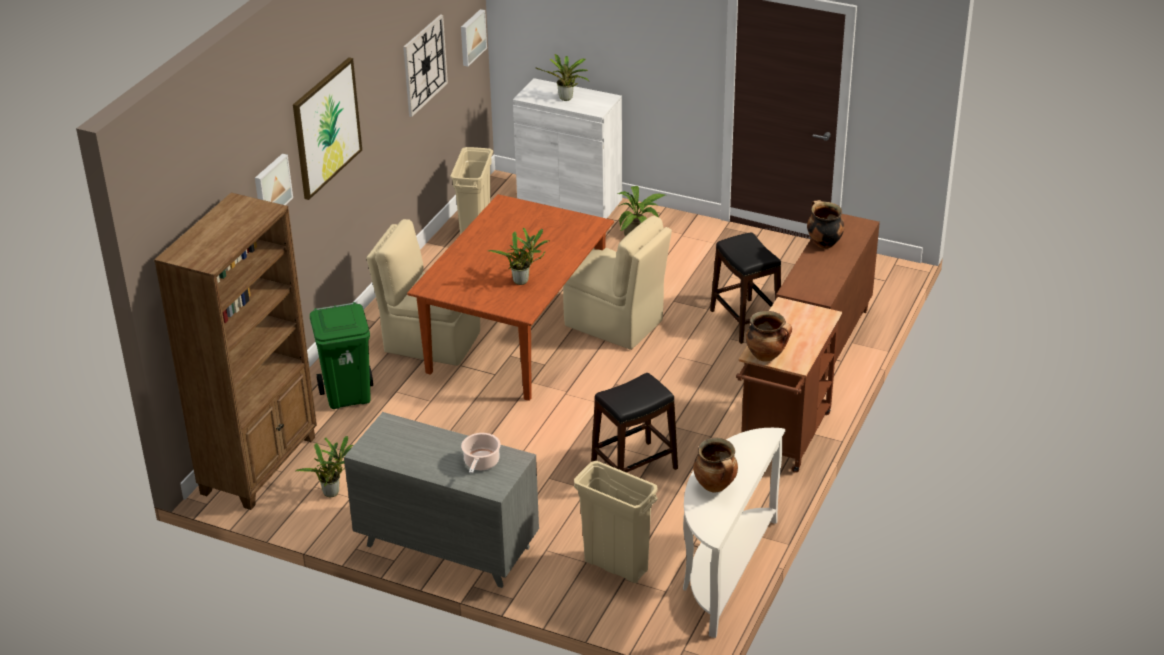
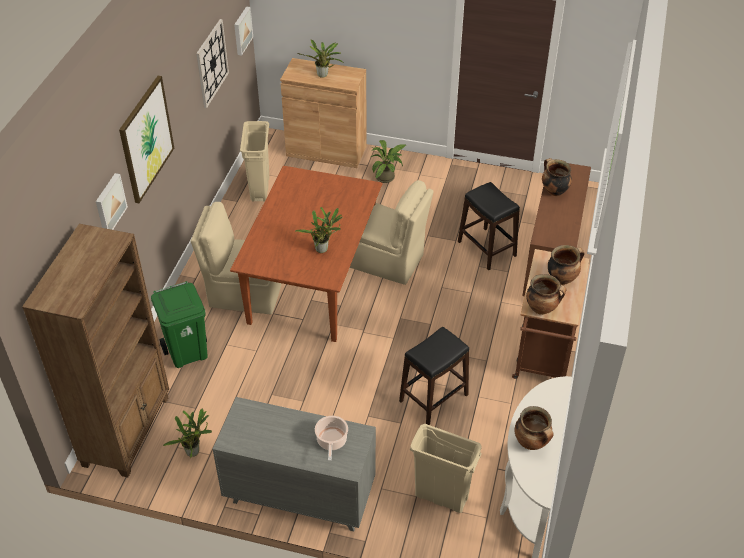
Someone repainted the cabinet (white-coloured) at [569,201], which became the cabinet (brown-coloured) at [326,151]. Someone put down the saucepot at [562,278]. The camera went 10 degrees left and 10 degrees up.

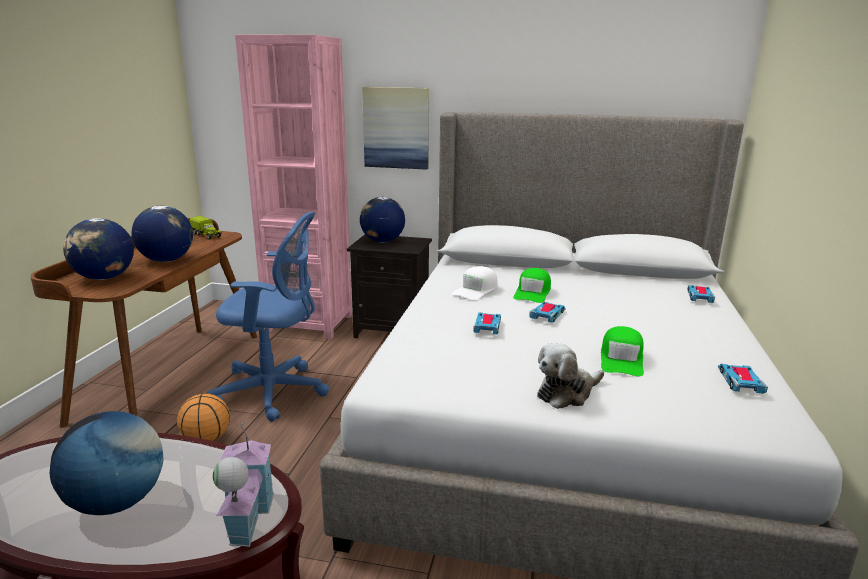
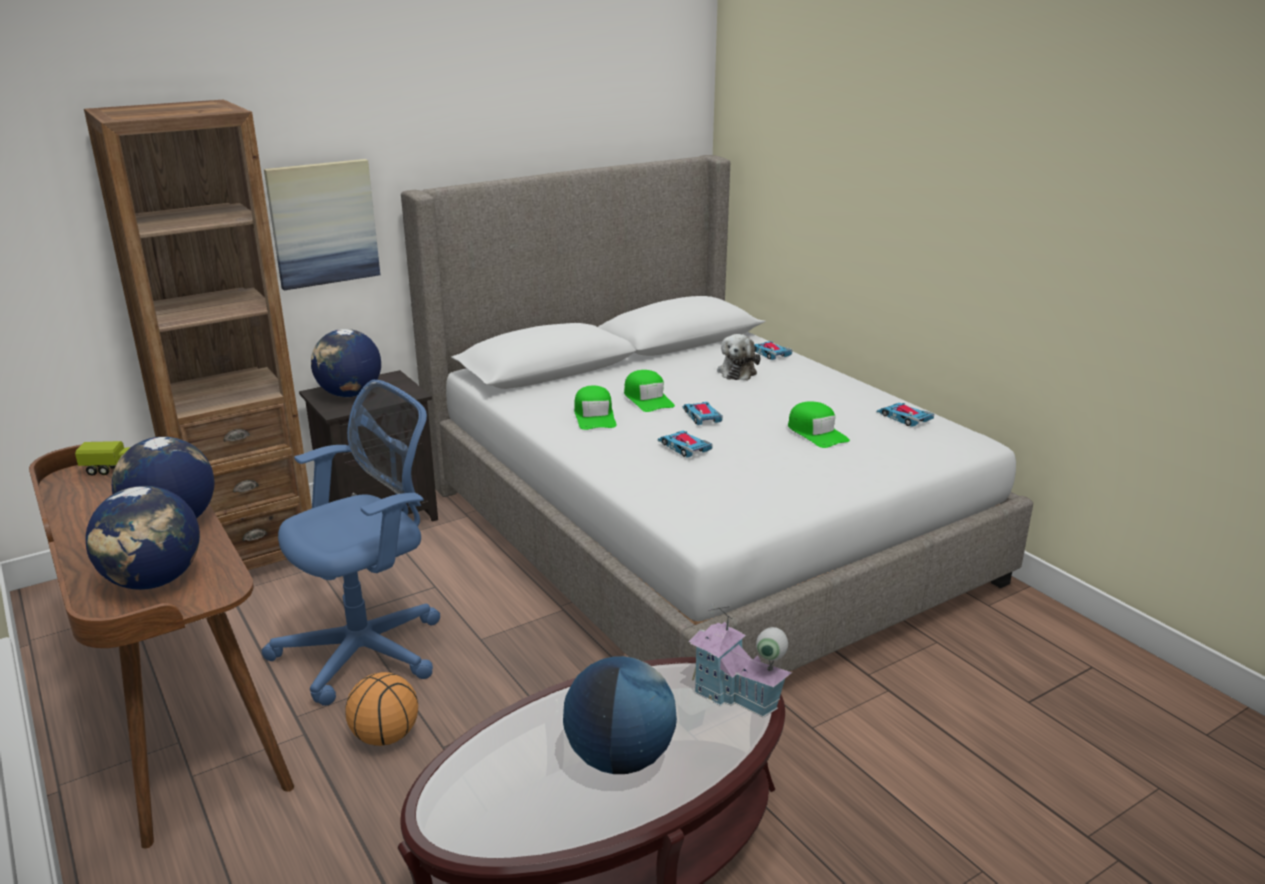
Someone repainted the shelving unit (pink) at [309,323], which became the shelving unit (brown-coloured) at [249,555]. Someone repainted the baseball cap (white-coloured) at [476,290], which became the baseball cap (greenish) at [594,416]. Someone carried the cuddly toy from [567,393] to [737,371]. The camera went 45 degrees left and 5 degrees up.

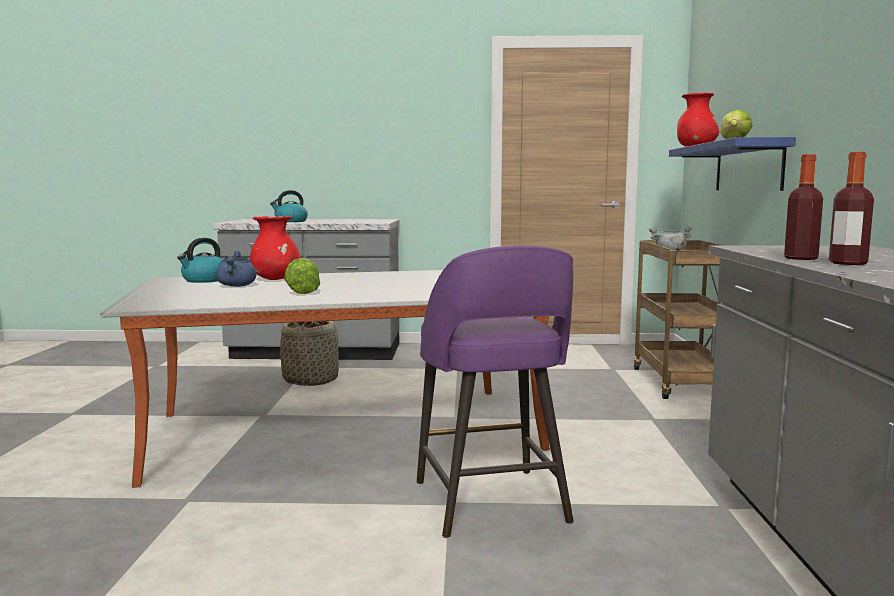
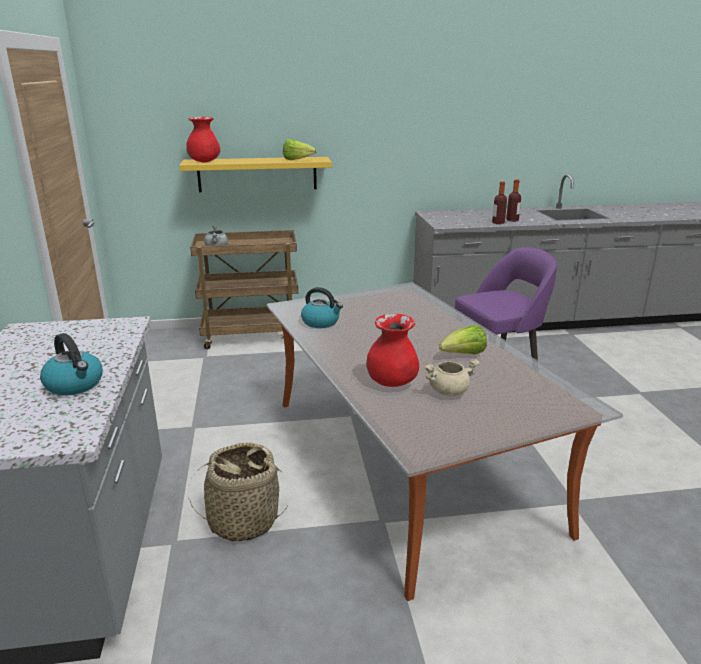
Someone repainted the shelf (blue) at [748,167], which became the shelf (yellow-coloured) at [257,174]. Someone carried the water kettle from [204,280] to [321,322]. Someone repainted the saucepot (blue) at [237,286], which became the saucepot (beige) at [448,391]. The camera went 100 degrees left and 15 degrees up.

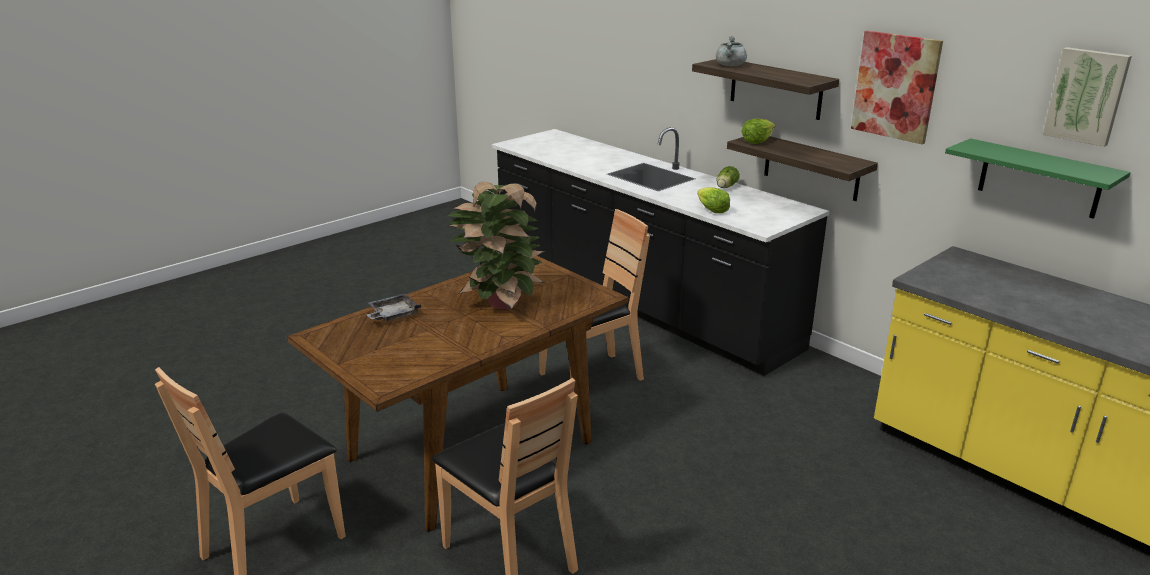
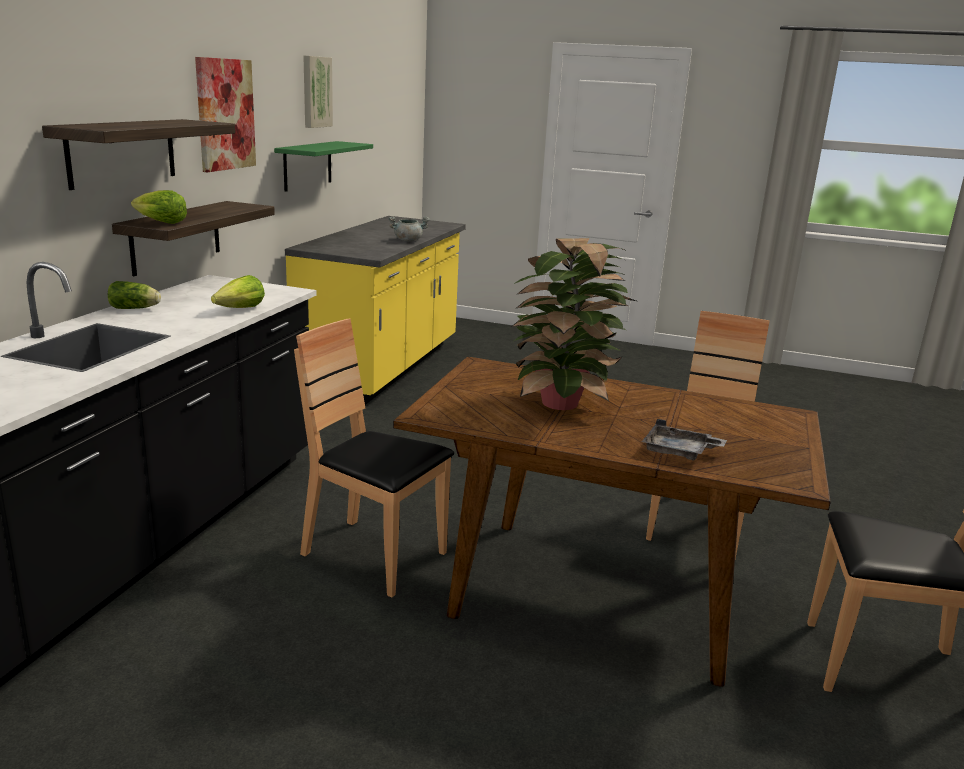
Someone carried the saucepot (greyish) from [730,65] to [408,240]. The camera went 120 degrees left and 5 degrees down.

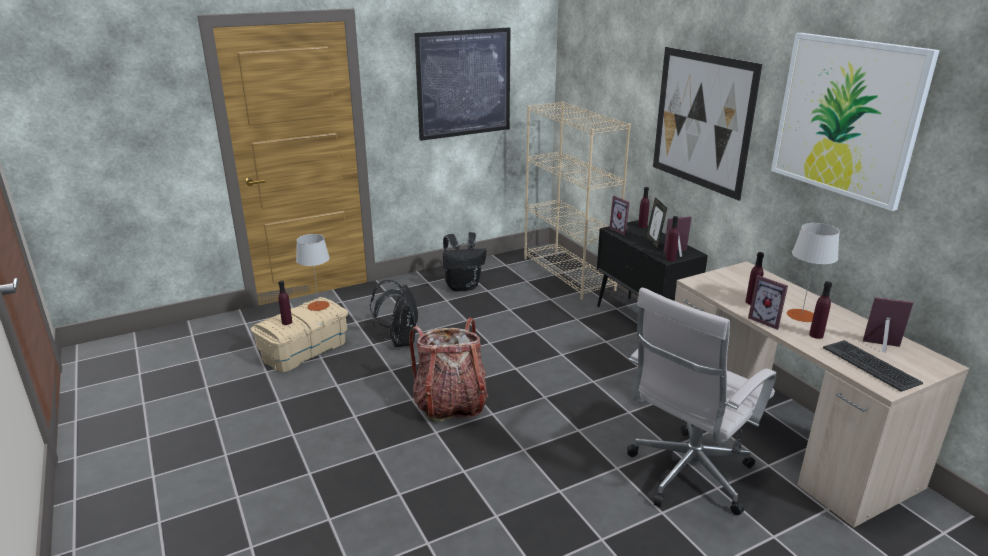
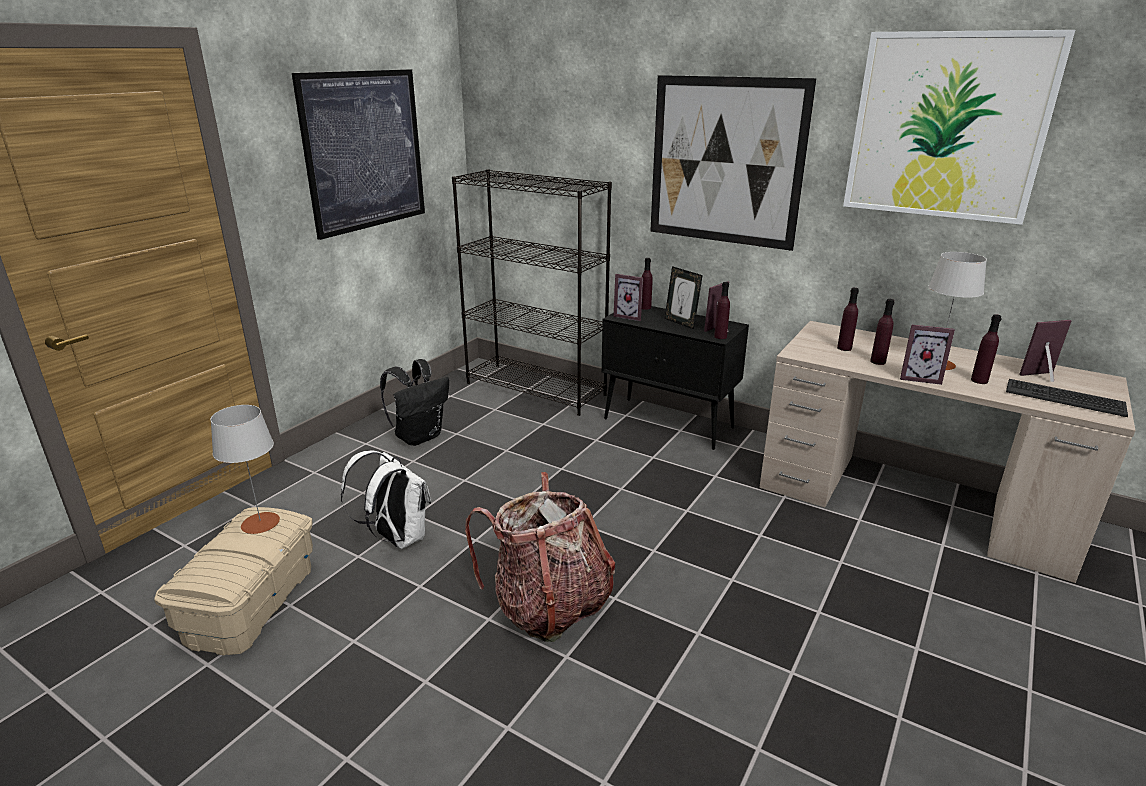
Someone repainted the shelving unit (beige) at [569,274], which became the shelving unit (black-coloured) at [536,389]. Someone repainted the backpack (black-coloured) at [400,341], which became the backpack (white-coloured) at [396,538]. Someone carried the bottle (purplish) from [287,322] to [844,348]. Someone took away the office chair (white-coloured) at [687,476]. The camera went 30 degrees left and 0 degrees up.

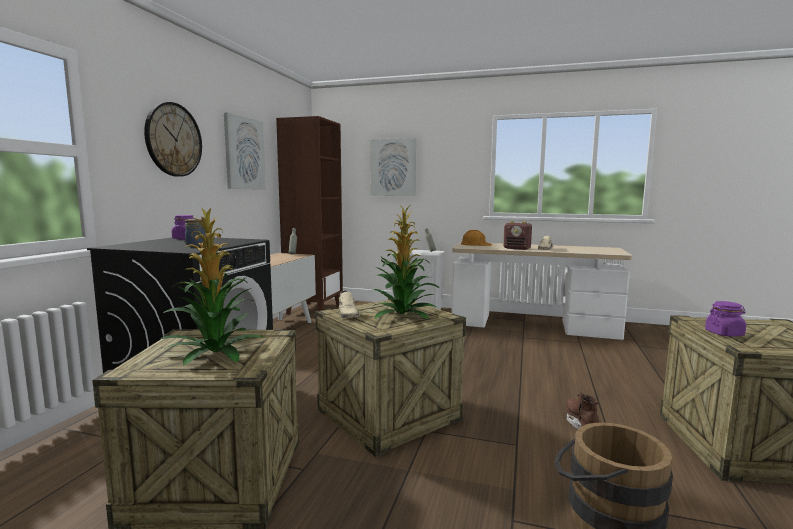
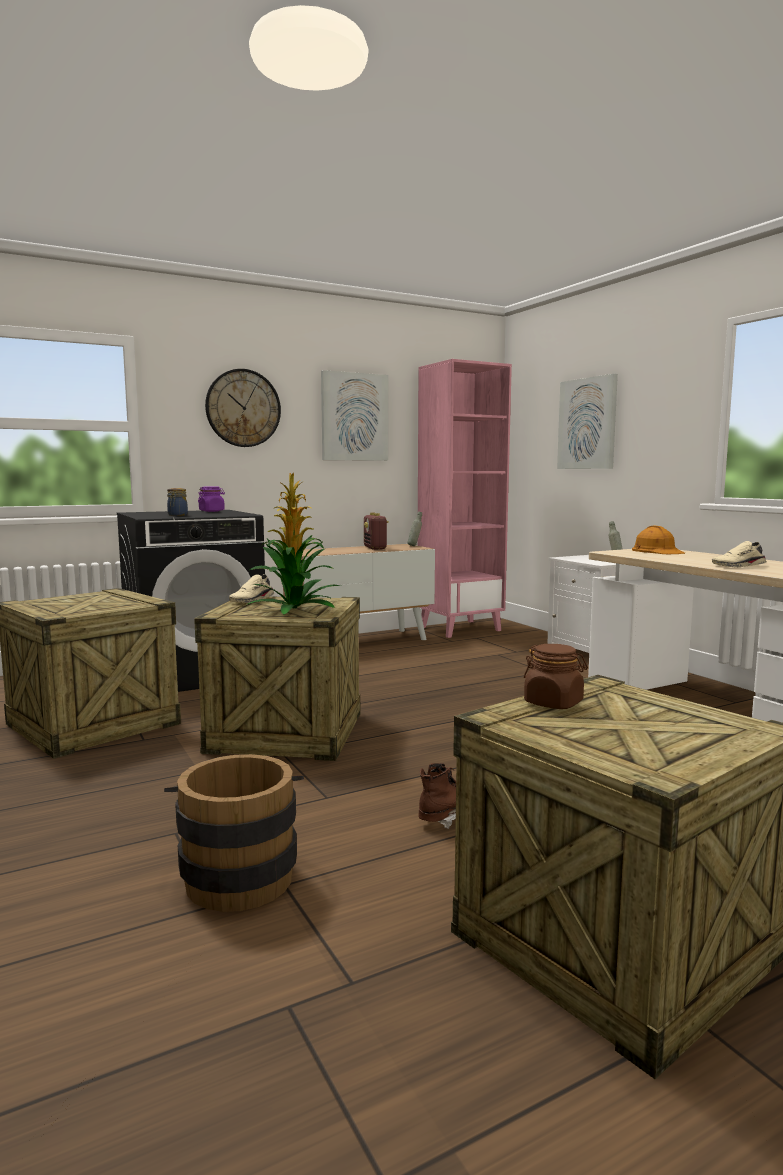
Someone repainted the shelving unit (brown-coloured) at [314,310], which became the shelving unit (pink) at [460,629]. Someone took away the plant in a pot at [214,351]. Someone carried the radio receiver from [517,248] to [375,548]. Someone repainted the storage jar (purplish) at [724,333], which became the storage jar (brown-coloured) at [553,703]. The camera went 45 degrees right and 0 degrees up.

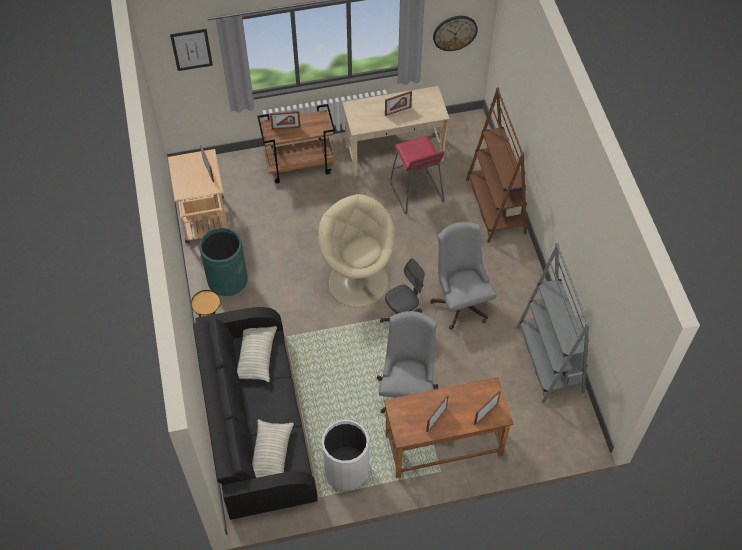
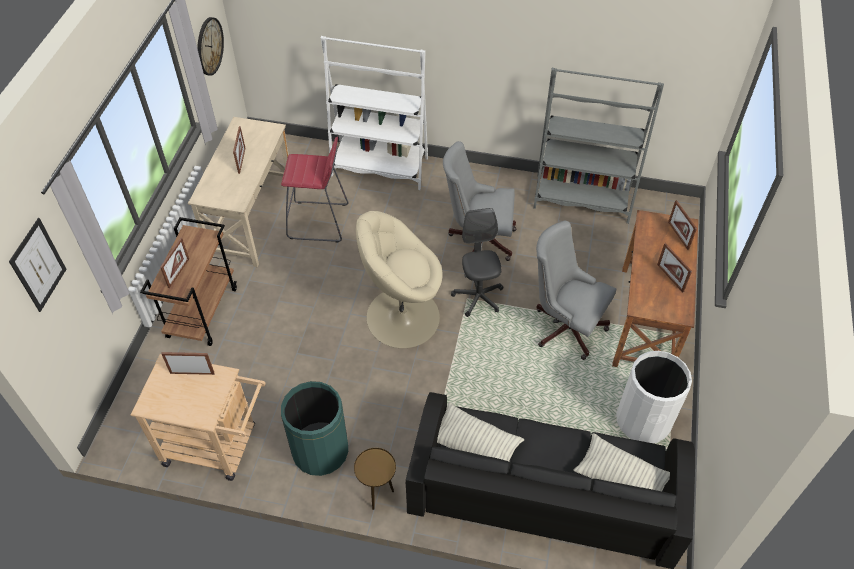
Someone repainted the shelving unit (brown-coloured) at [495,206], which became the shelving unit (white-coloured) at [380,167]. The camera went 65 degrees left and 5 degrees down.

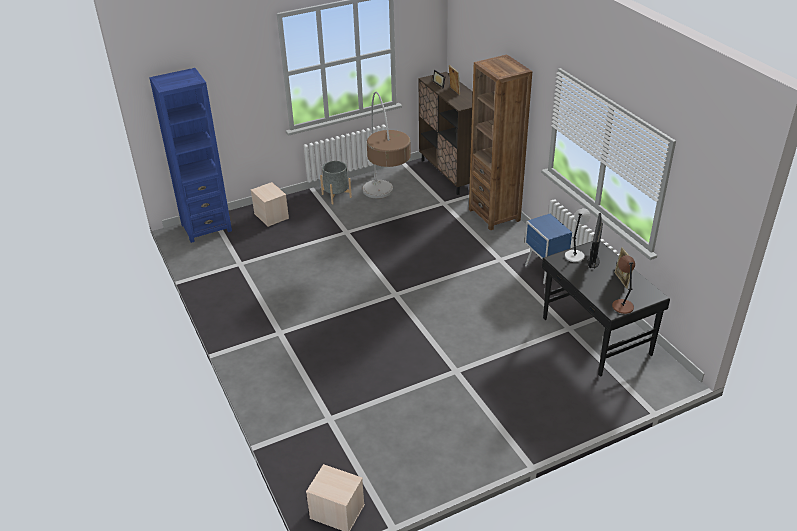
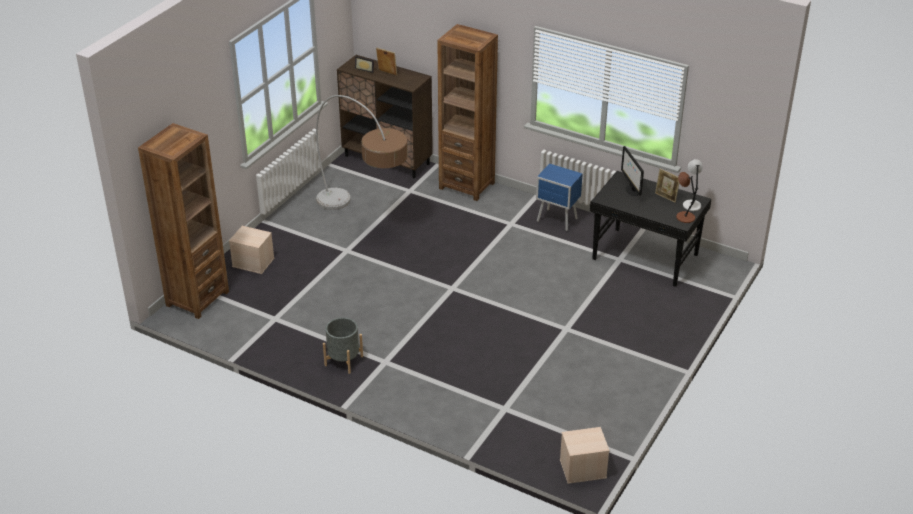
Someone repainted the shelving unit (blue) at [206,227], which became the shelving unit (brown-coloured) at [197,298]. Someone carried the planter (greyish) from [336,196] to [343,360]. Someone carried the table lamp (greyish) from [575,255] to [691,205]. The camera went 35 degrees left and 0 degrees up.

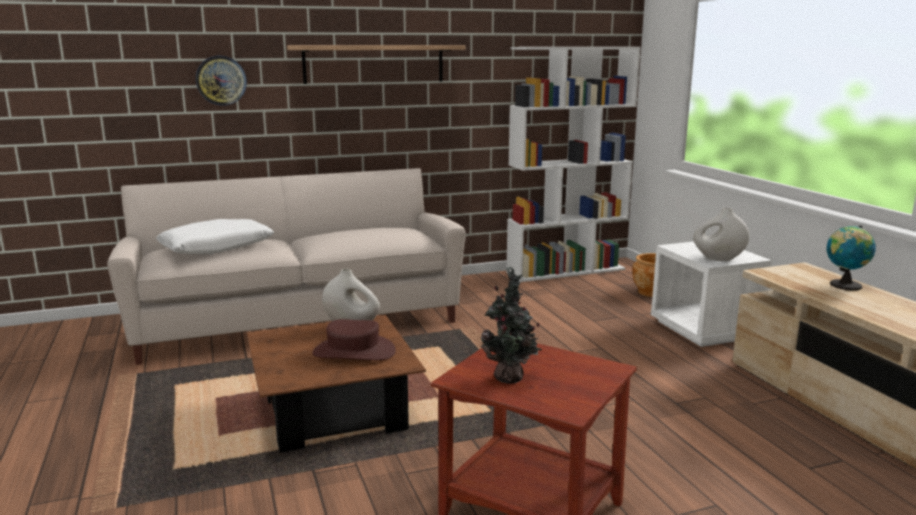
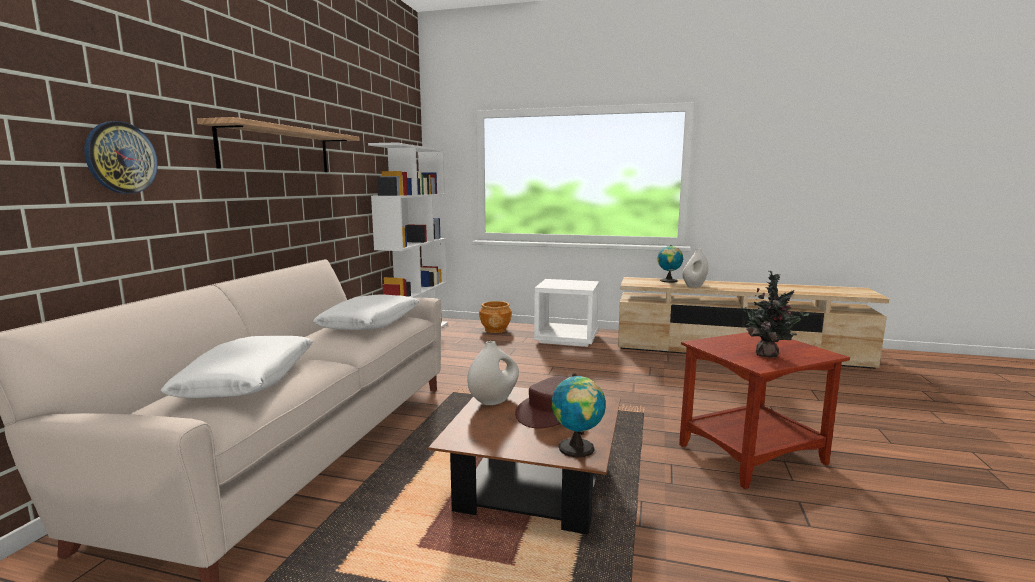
Someone carried the decorative vase (white-coloured) from [718,259] to [694,286]. Someone put down the pillow (white-coloured) at [370,323]. Someone put down the globe at [577,449]. The camera went 55 degrees left and 5 degrees down.

